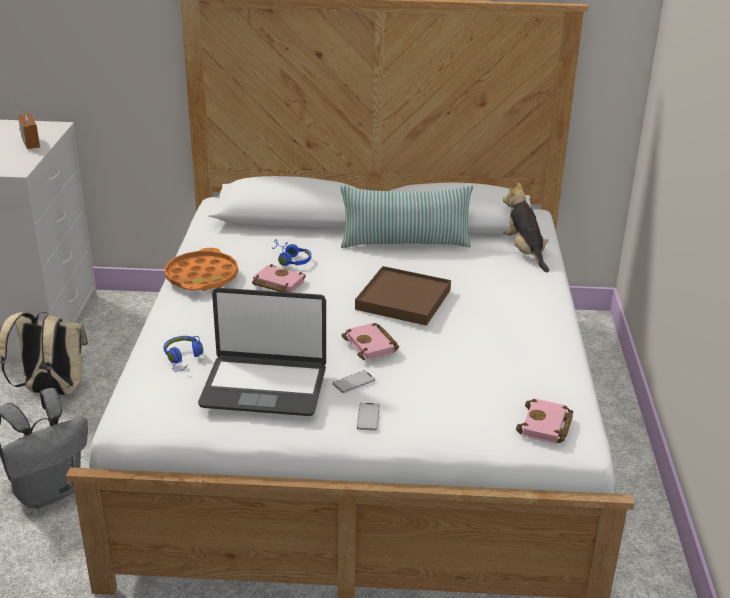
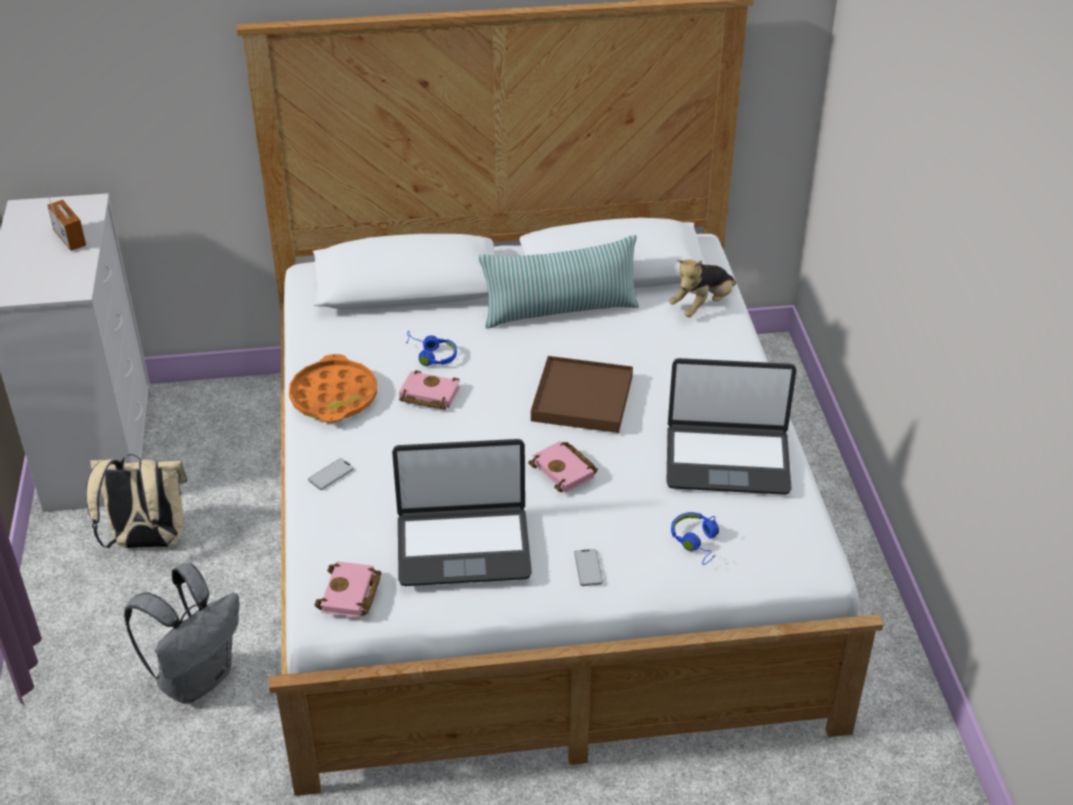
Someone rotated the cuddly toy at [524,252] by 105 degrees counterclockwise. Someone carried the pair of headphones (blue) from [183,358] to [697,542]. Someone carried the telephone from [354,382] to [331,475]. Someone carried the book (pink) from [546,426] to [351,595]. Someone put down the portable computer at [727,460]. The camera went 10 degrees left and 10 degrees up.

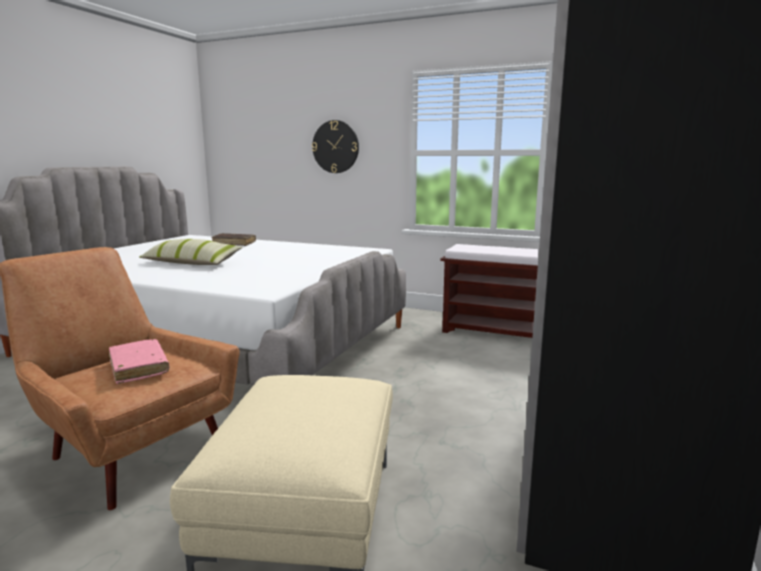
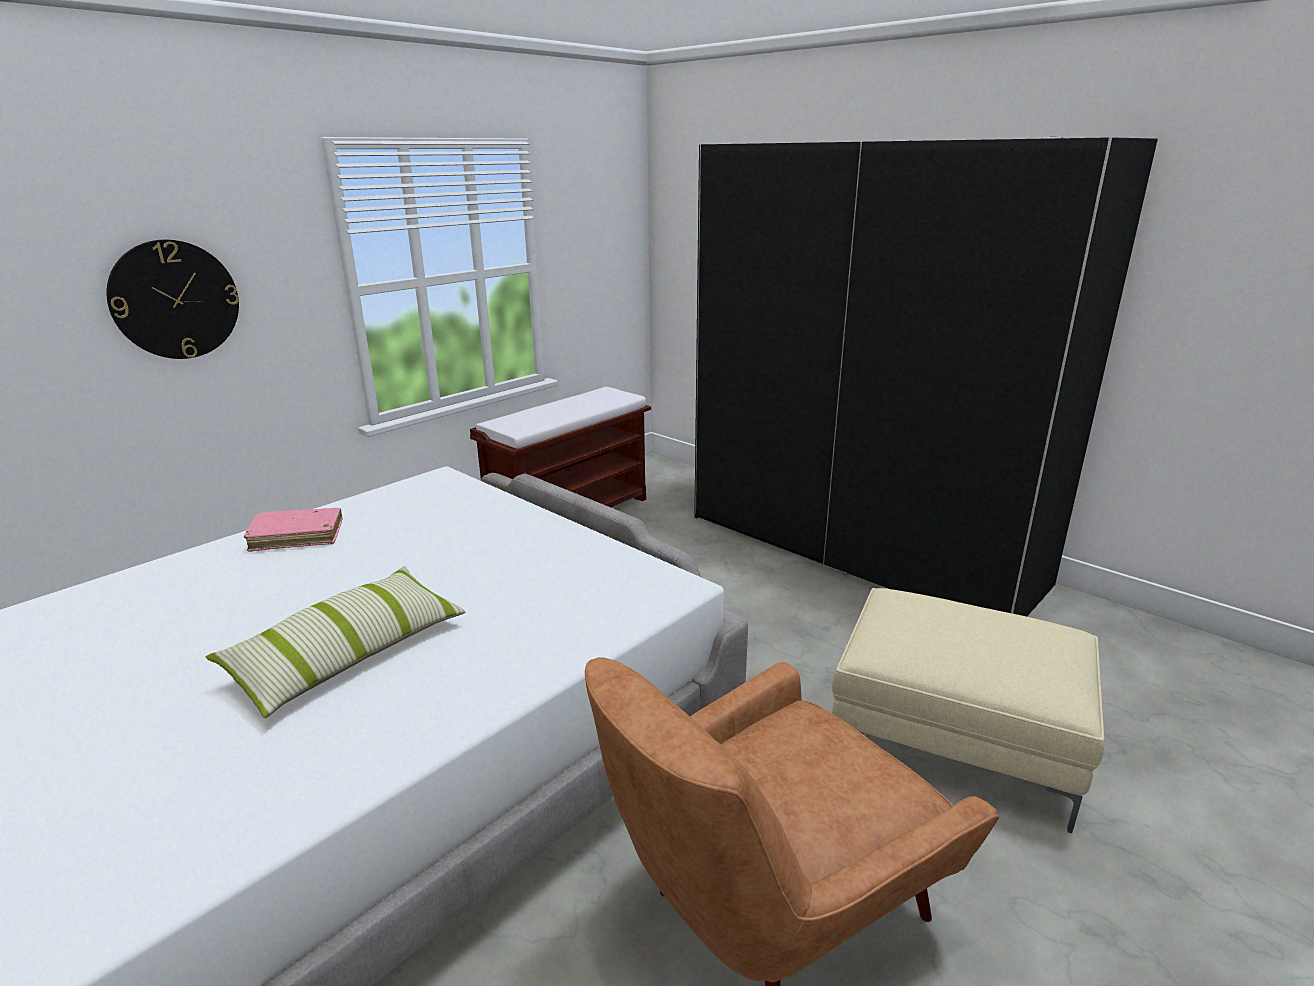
Someone took away the book (brown-coloured) at [234,244]. Someone carried the book (pink) from [139,368] to [297,537]. The camera went 70 degrees left and 10 degrees up.

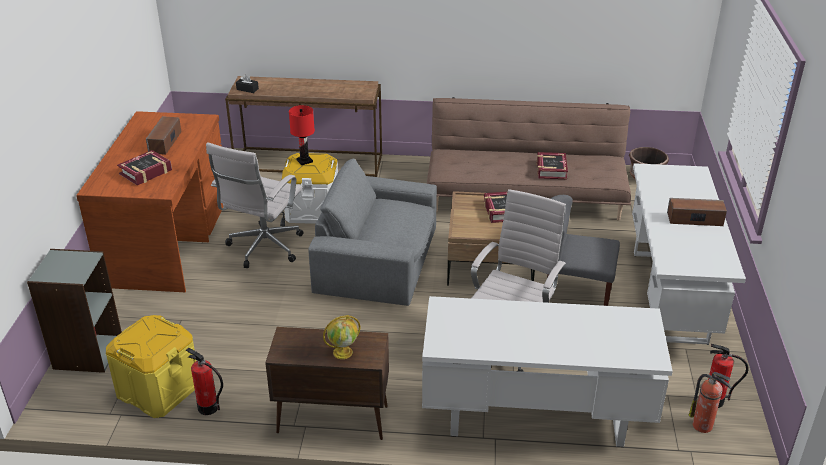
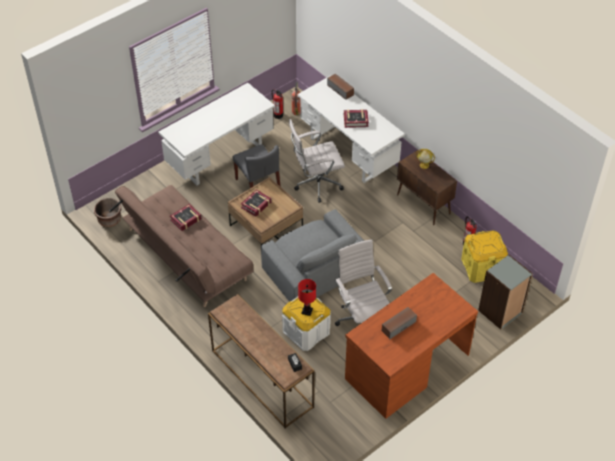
Someone rotated the office chair (white-coloured) at [263,249] by 90 degrees counterclockwise. Someone carried the book from [146,172] to [355,120]. Someone carried the audio speaker from [695,220] to [340,90]. The camera went 135 degrees left and 15 degrees up.

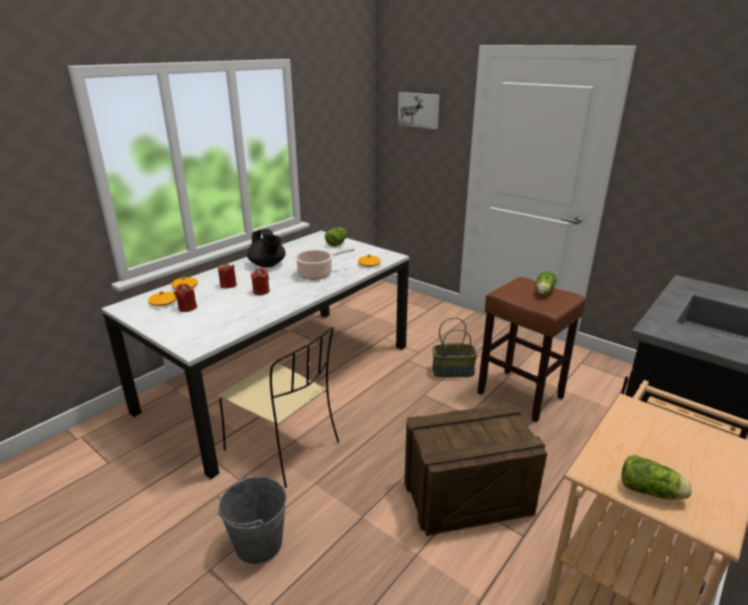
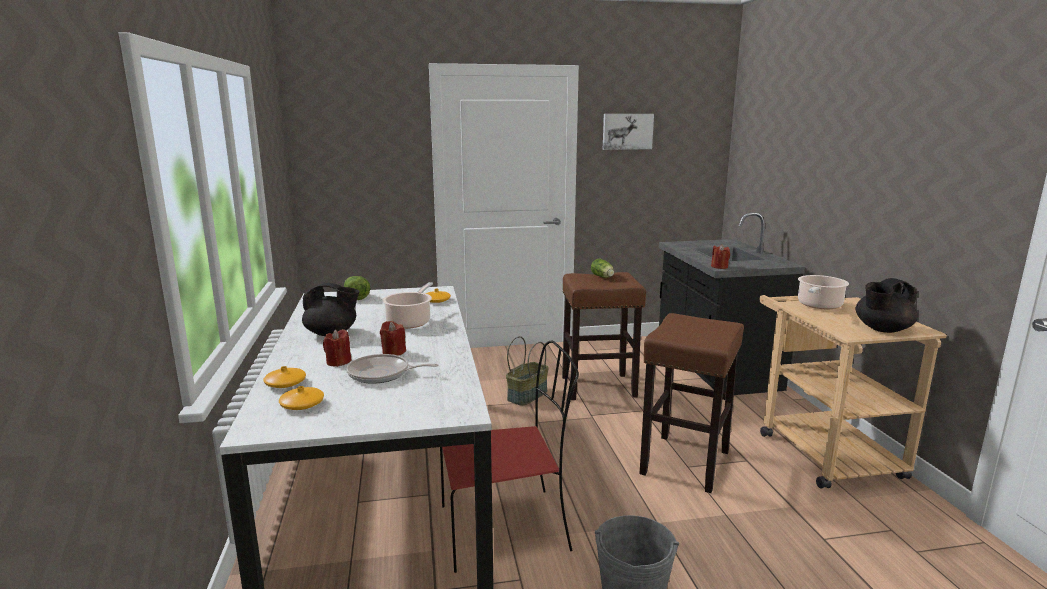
Someone carried the picture from [419,110] to [627,131]. Someone carried the wax light (red-coloured) from [187,308] to [719,267]. Someone repainted the upright chair (beige) at [284,447], which became the upright chair (red-coloured) at [507,528]. Someone swapped the crate at [466,496] for the stool (brown-coloured) at [685,463]. Someone swapped the head of lettuce at [652,492] for the teapot (black-coloured) at [882,329]. Someone put down the saucepot at [818,305]. Someone put down the frying pan at [382,374]. The camera went 50 degrees left and 10 degrees down.

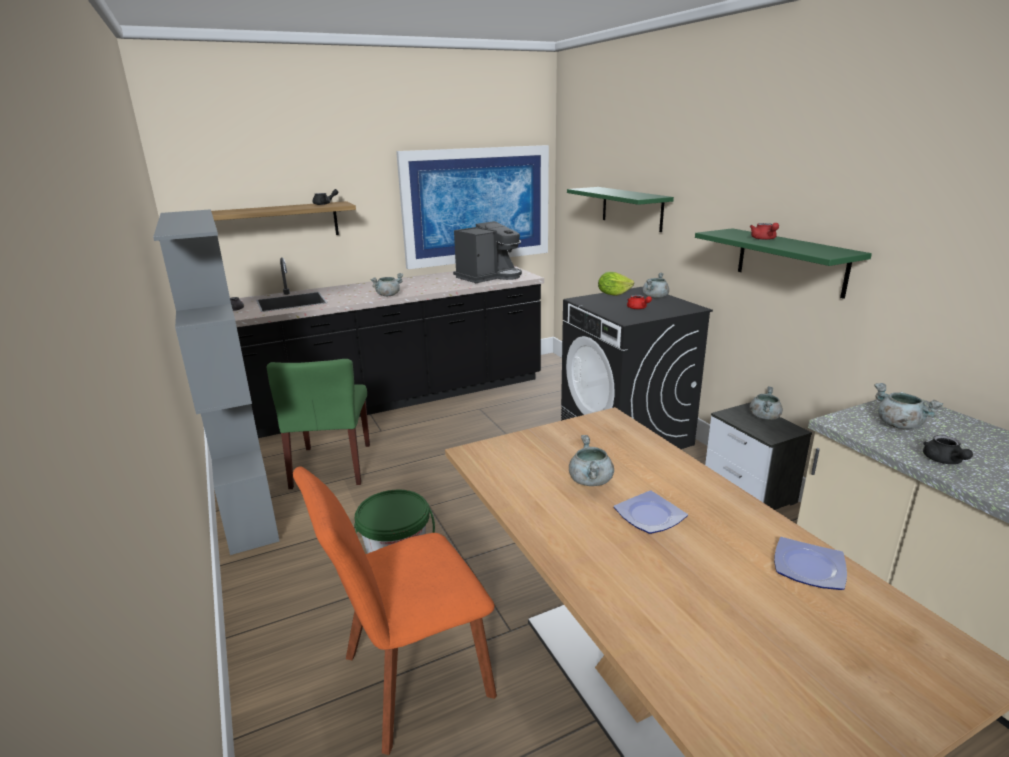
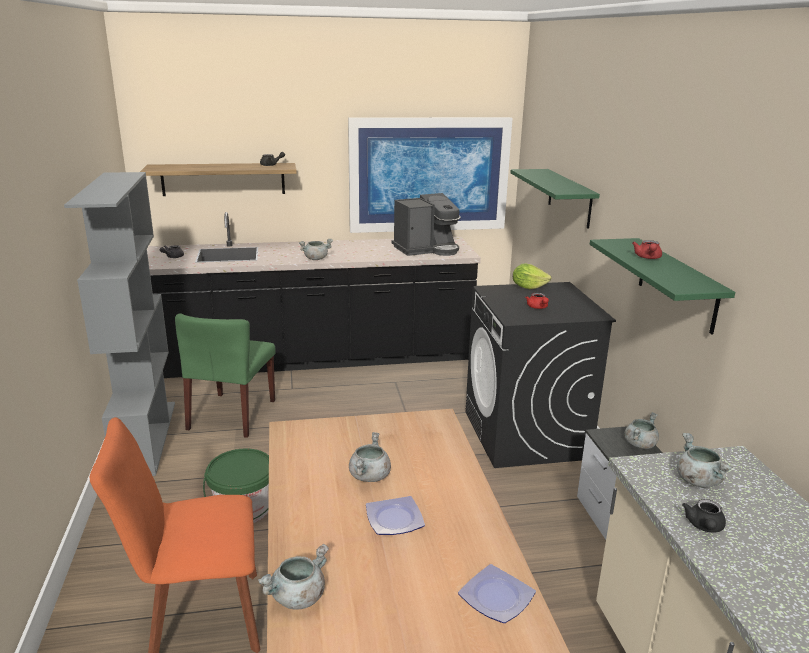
Someone carried the saucepot (greyish) from [655,297] to [298,598]. The camera went 15 degrees right and 0 degrees up.

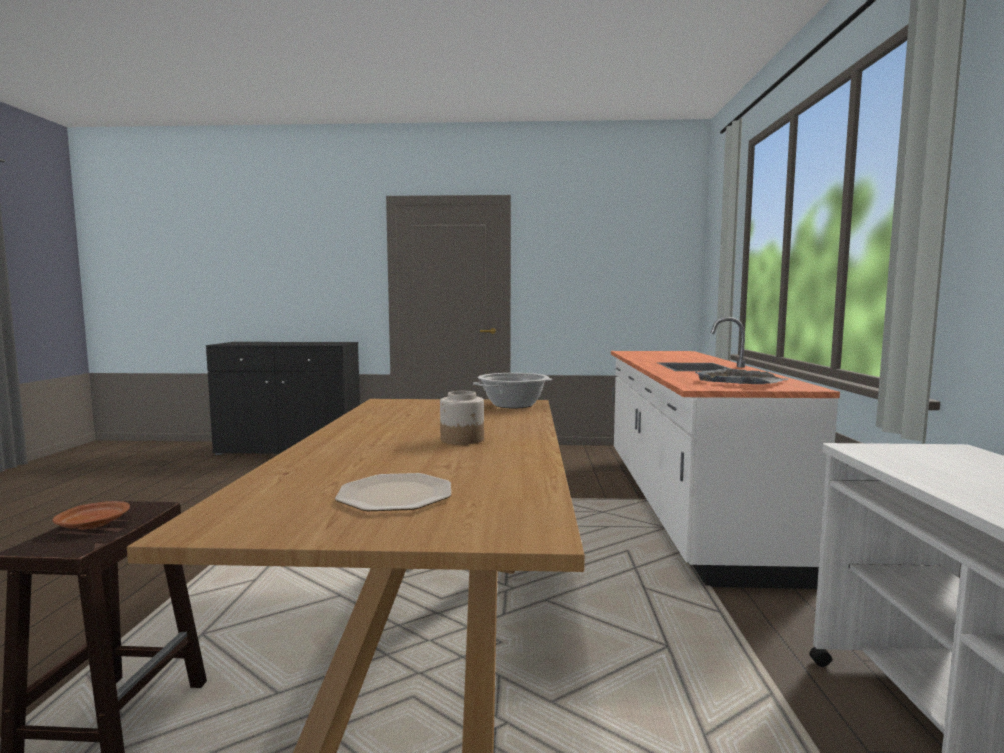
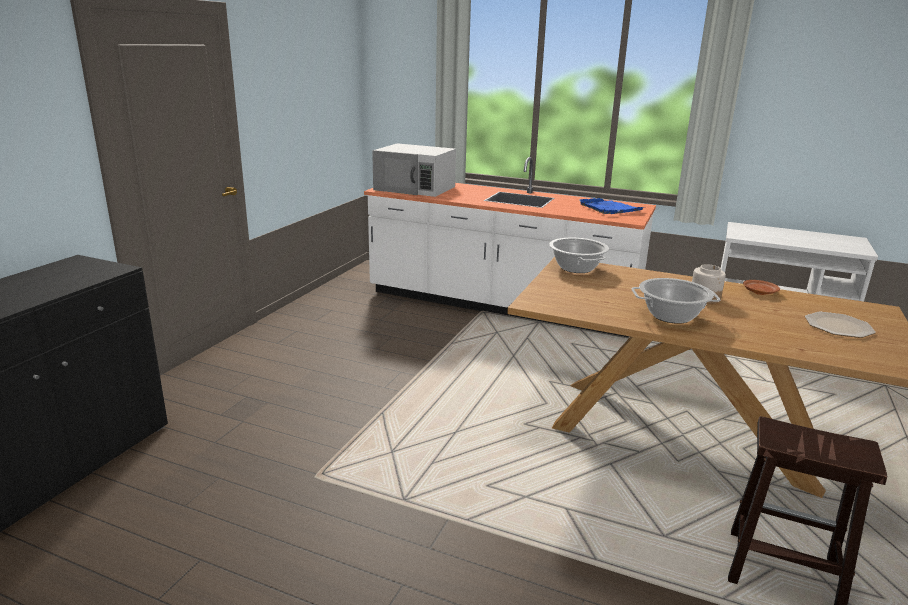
Someone repainted the serving tray (greyish) at [742,381], which became the serving tray (blue) at [609,208]. Someone carried the flat dish (brown-coloured) from [94,524] to [759,292]. Someone put down the kitchen microwave (white-coloured) at [415,188]. Someone put down the saucepot at [671,316]. The camera went 70 degrees left and 15 degrees up.

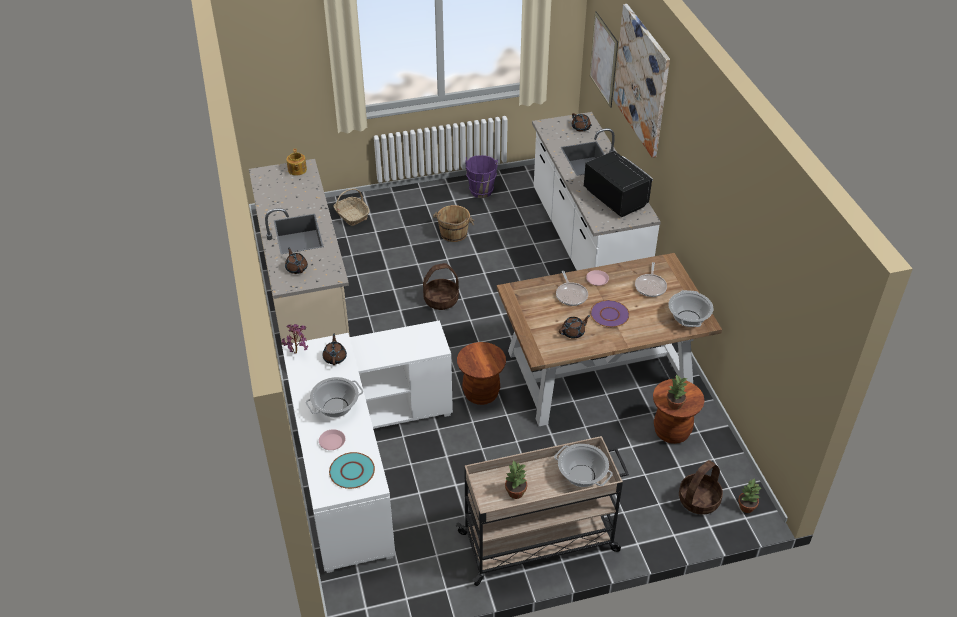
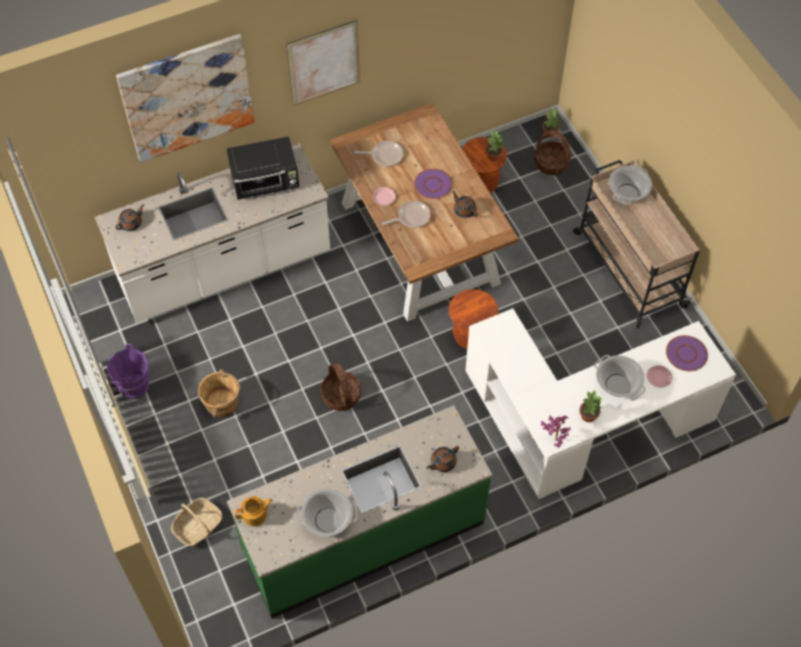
Someone carried the picture from [603,59] to [324,63]. Someone rotated the kitchen microwave (black-coloured) at [615,198] by 150 degrees counterclockwise. Someone repainted the counter (beige) at [307,299], which became the counter (greenish) at [363,536]. Someone carried the saucepot from [688,318] to [327,520]. Someone took away the teapot (brown-coloured) at [335,357]. Someone repainted the flat dish (turquoise) at [351,471], which became the flat dish (purplish) at [686,354]. Someone carried the plant in a pot from [515,493] to [588,415]. The camera went 100 degrees left and 15 degrees up.

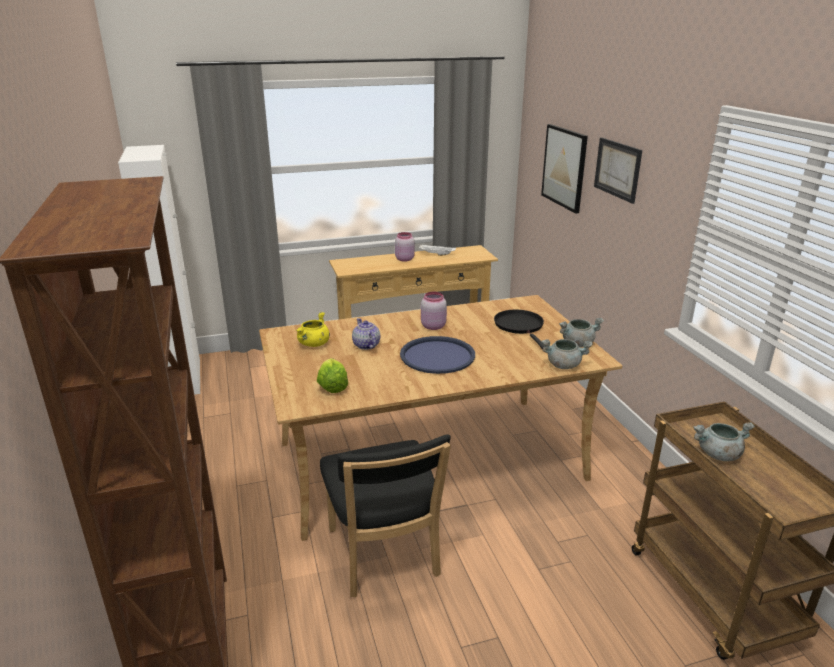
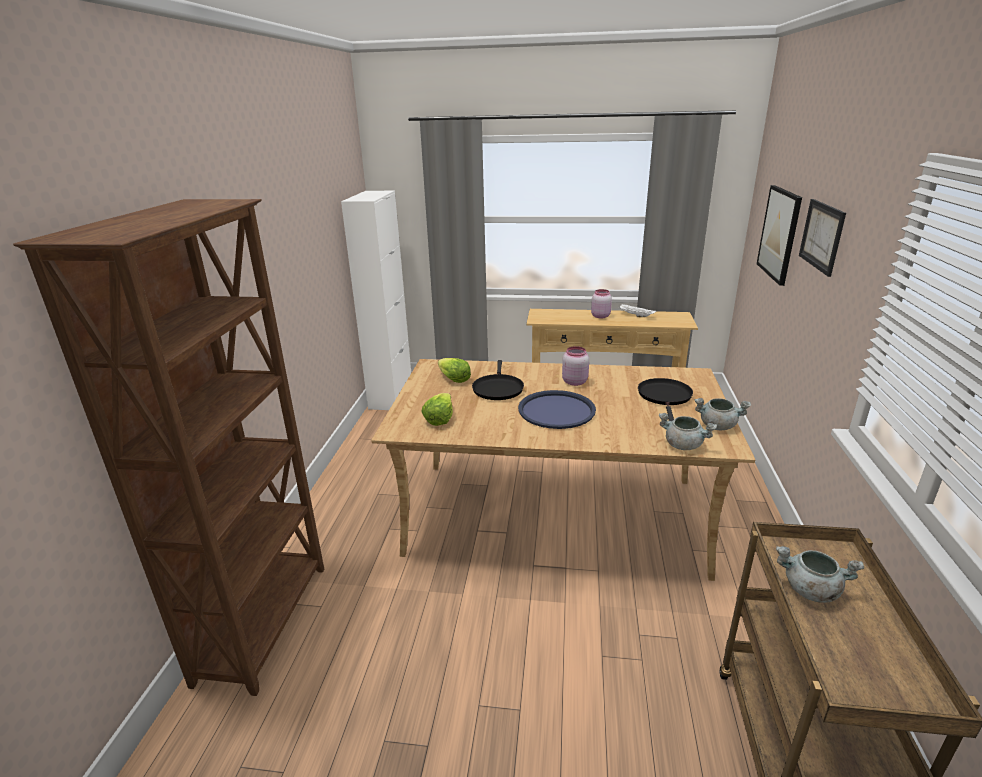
Someone swapped the saucepot (yellow-coloured) at [314,344] for the head of lettuce at [453,379]. Someone swapped the teapot at [366,345] for the frying pan (black-coloured) at [497,388]. Someone took away the upright chair (black-coloured) at [384,556]. The camera went 25 degrees right and 0 degrees up.

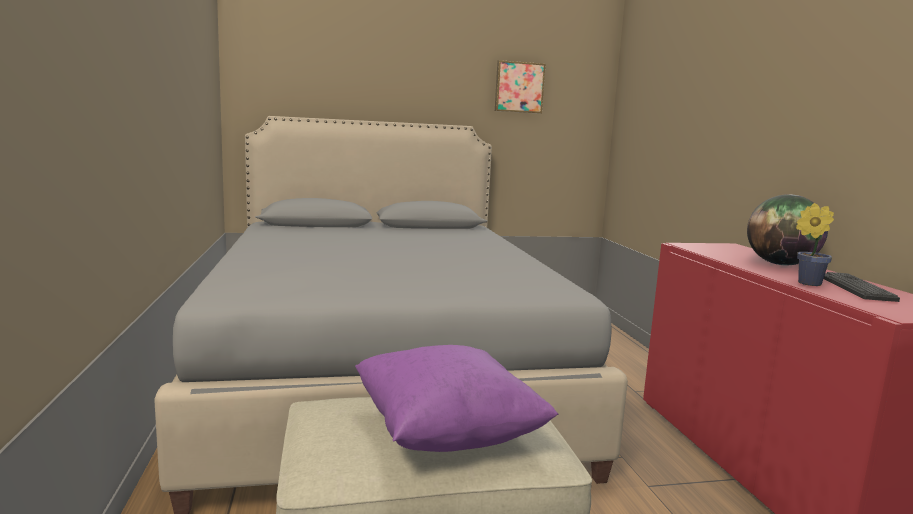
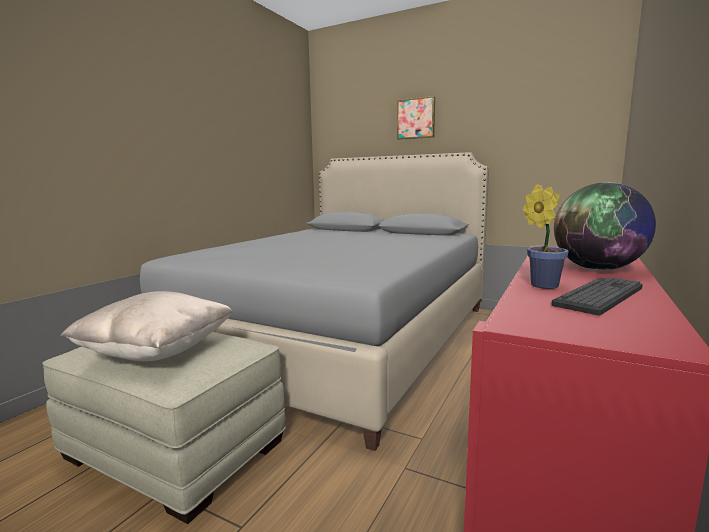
Someone carried the picture from [519,87] to [416,118]. Someone repainted the pillow (purplish) at [446,434], which became the pillow (beige) at [157,352]. The camera went 40 degrees right and 0 degrees up.

